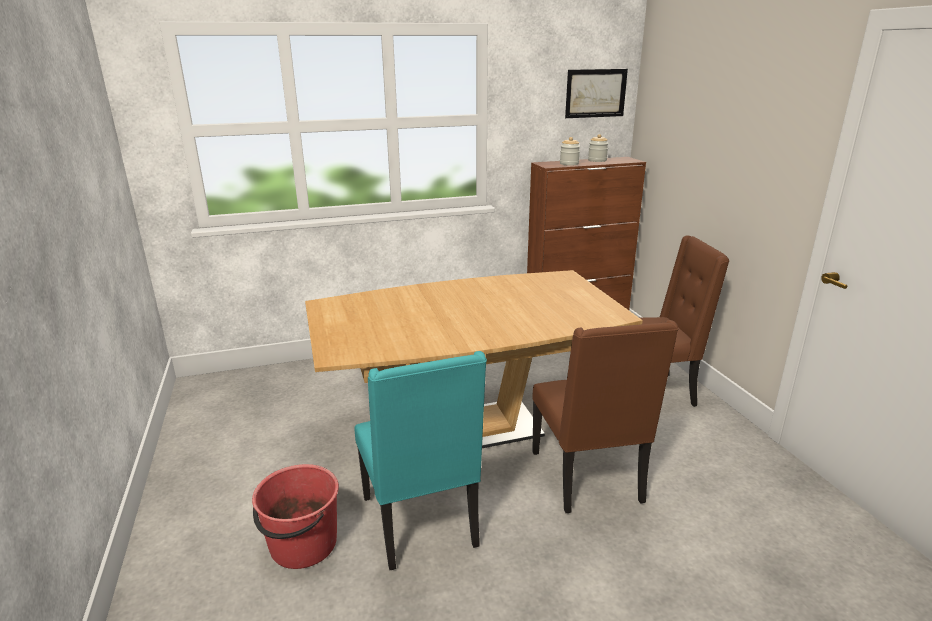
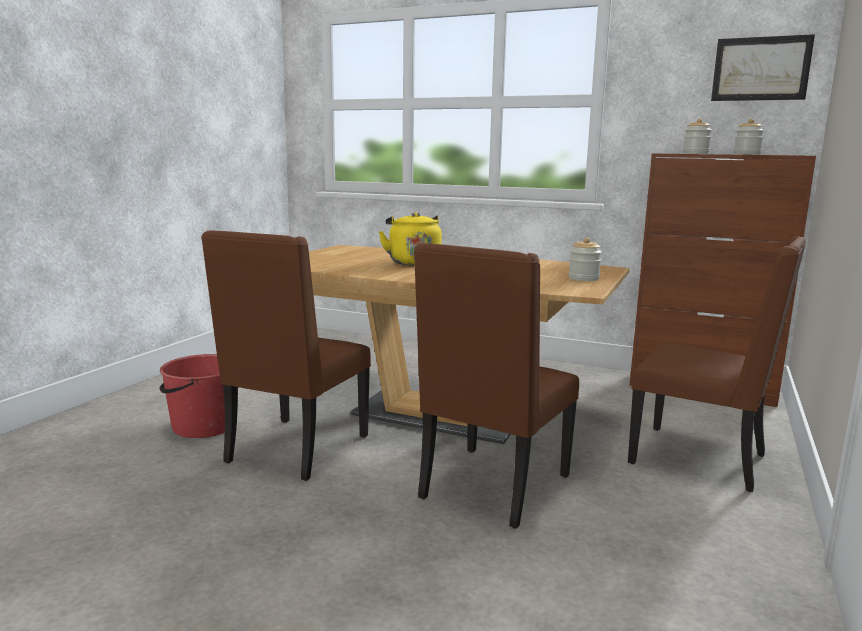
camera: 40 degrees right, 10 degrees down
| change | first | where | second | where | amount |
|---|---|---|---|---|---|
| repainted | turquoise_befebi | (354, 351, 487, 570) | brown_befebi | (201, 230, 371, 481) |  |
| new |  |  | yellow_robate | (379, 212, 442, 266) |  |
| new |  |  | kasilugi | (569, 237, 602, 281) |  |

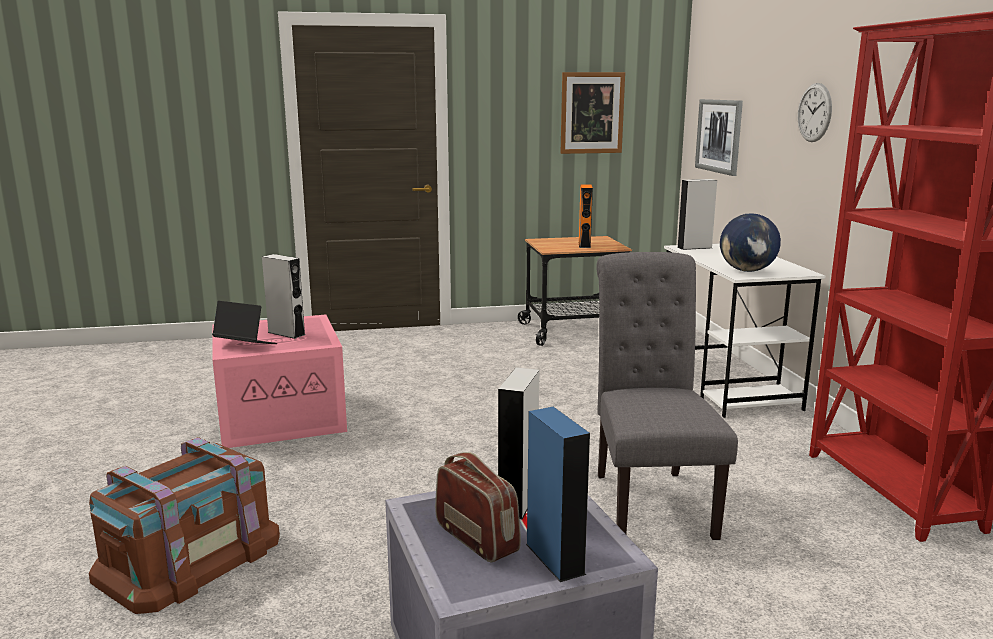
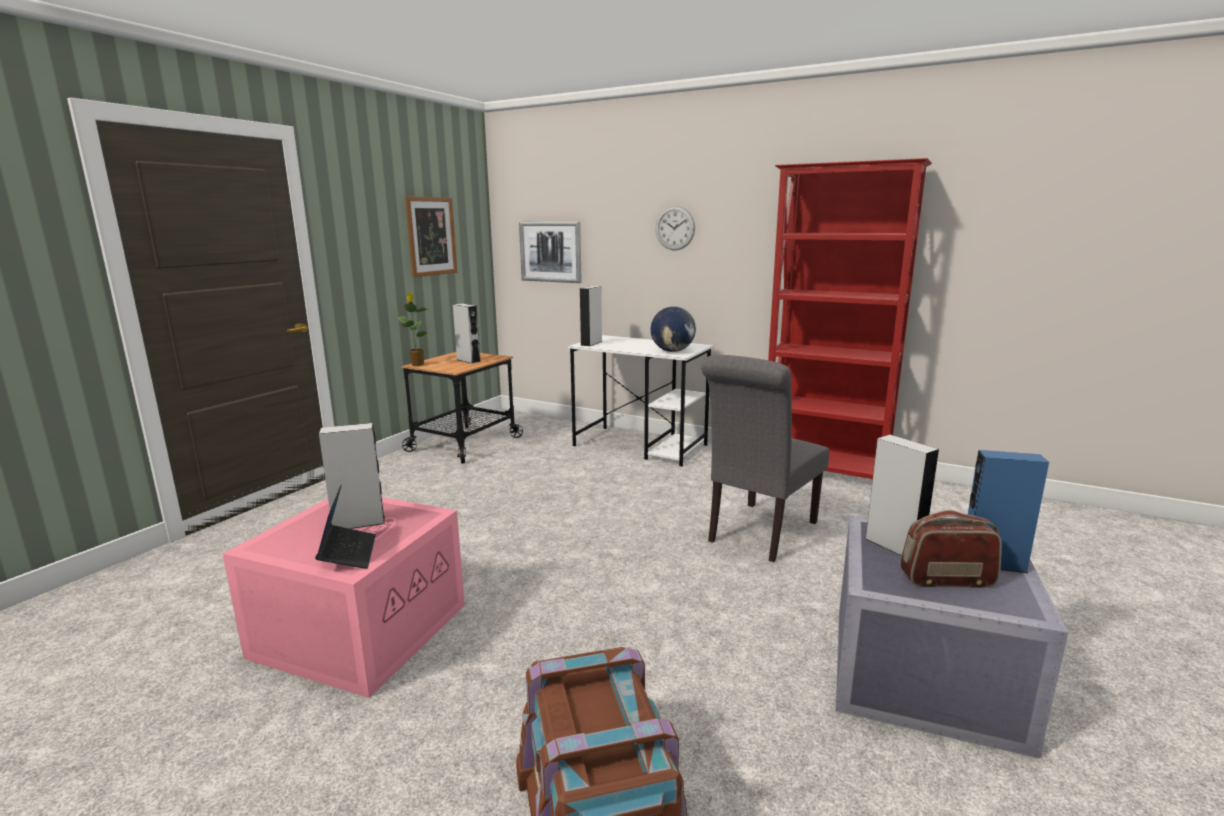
camera: 50 degrees left, 0 degrees up
| change | first | where | second | where | amount |
|---|---|---|---|---|---|
| repainted | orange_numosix | (578, 185, 593, 248) | grey_numosix | (453, 303, 480, 364) |  |
| rotated | grey_befebi | (597, 252, 738, 540) |  | (701, 355, 829, 562) | 90 degrees counterclockwise |
| rotated | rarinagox | (212, 301, 277, 344) |  | (315, 485, 376, 569) | 105 degrees clockwise |
| new |  |  | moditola | (398, 293, 429, 366) |  |

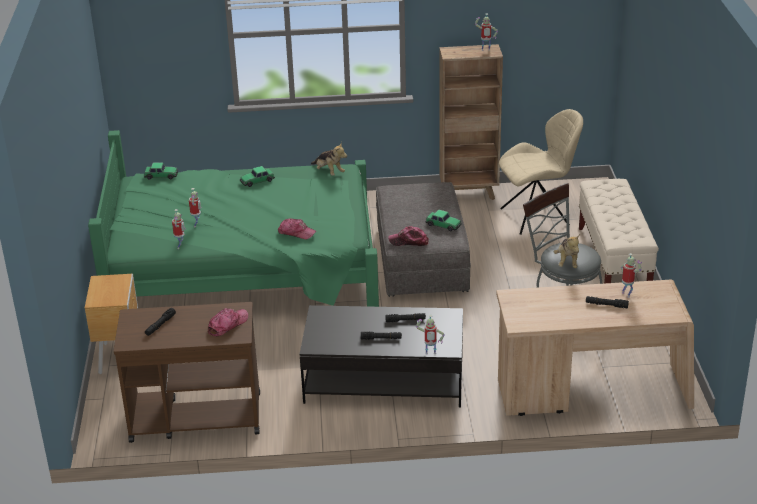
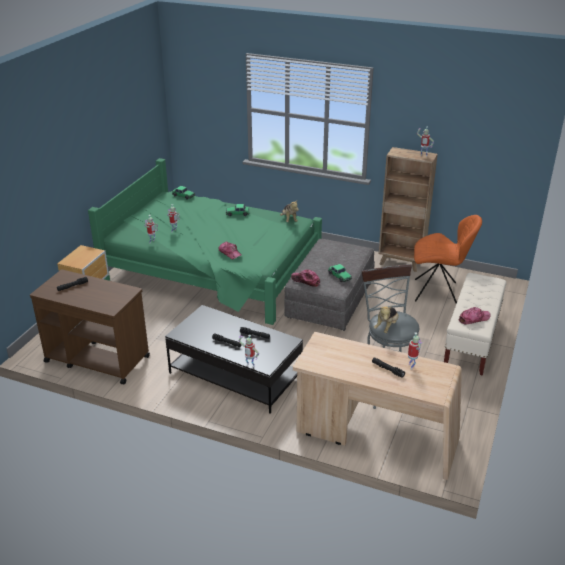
camera: 25 degrees right, 0 degrees up
| change | first | where | second | where | amount |
|---|---|---|---|---|---|
| repainted | beige_befebi | (499, 109, 583, 235) | orange_befebi | (414, 215, 482, 303) |  |
| shifted | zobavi | (208, 308, 248, 336) |  | (458, 307, 490, 325) |  |

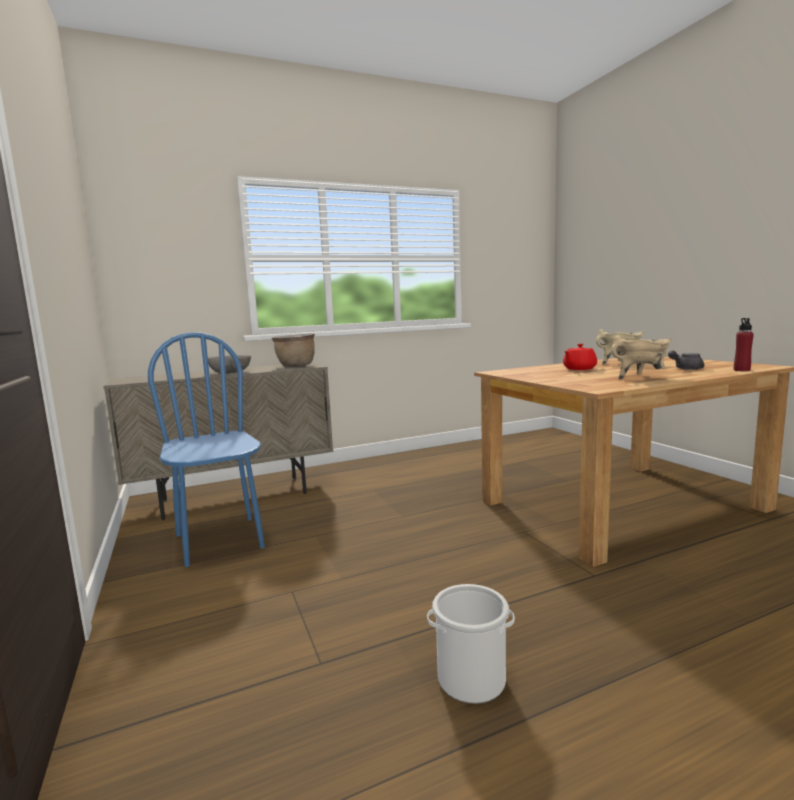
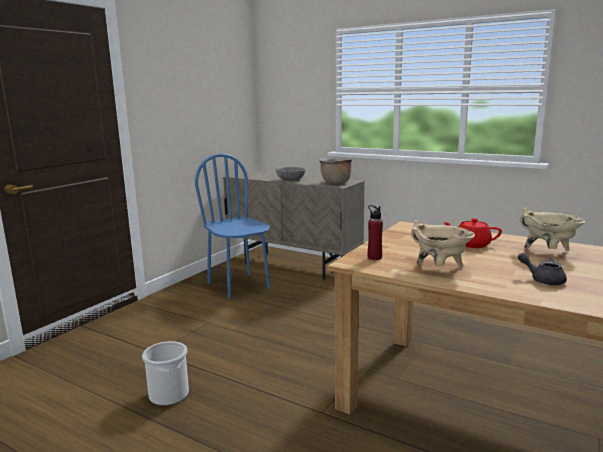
camera: 55 degrees right, 5 degrees up
| change | first | where | second | where | amount |
|---|---|---|---|---|---|
| shifted | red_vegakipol | (734, 318, 754, 371) |  | (368, 205, 383, 260) |  |
| rotated | blue_befebi | (148, 332, 265, 567) |  | (195, 153, 270, 299) | 60 degrees counterclockwise |

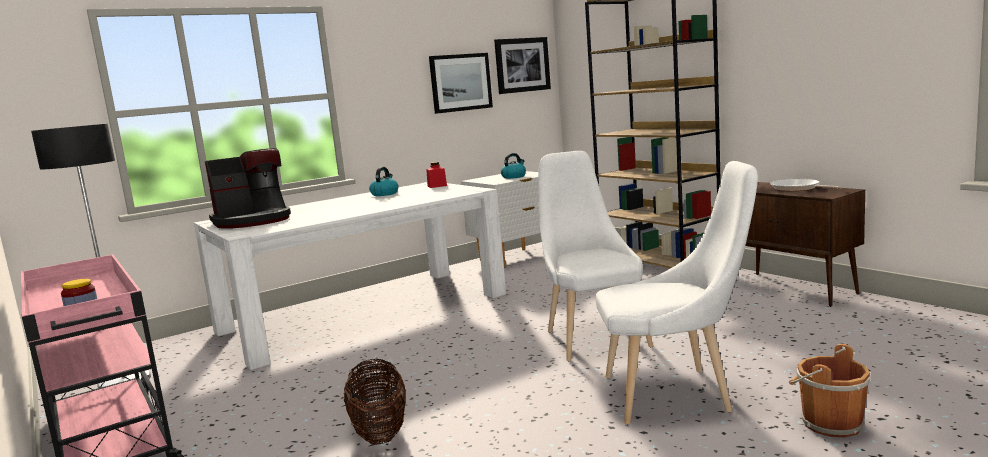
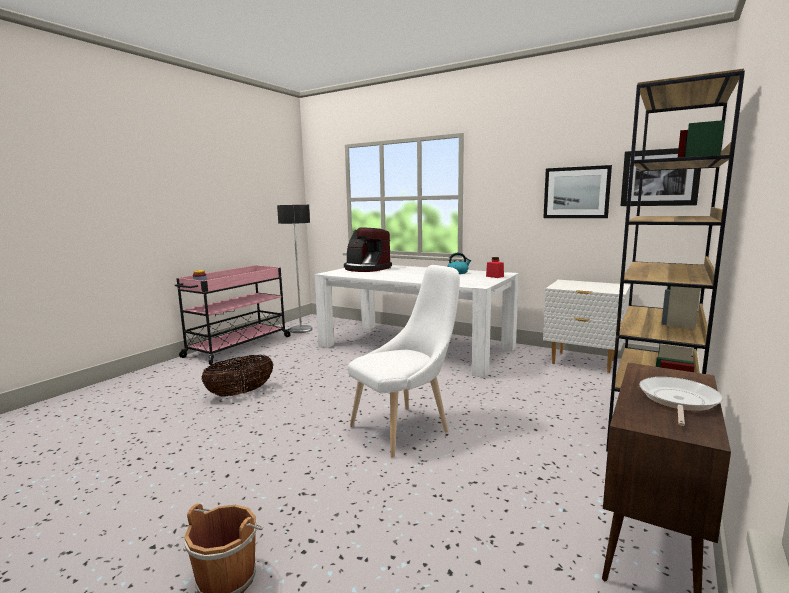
camera: 65 degrees right, 0 degrees up
| change | first | where | second | where | amount |
|---|---|---|---|---|---|
| gone | robate | (501, 153, 526, 179) |  |  |  |
| gone | white_befebi | (596, 161, 758, 424) |  |  |  |

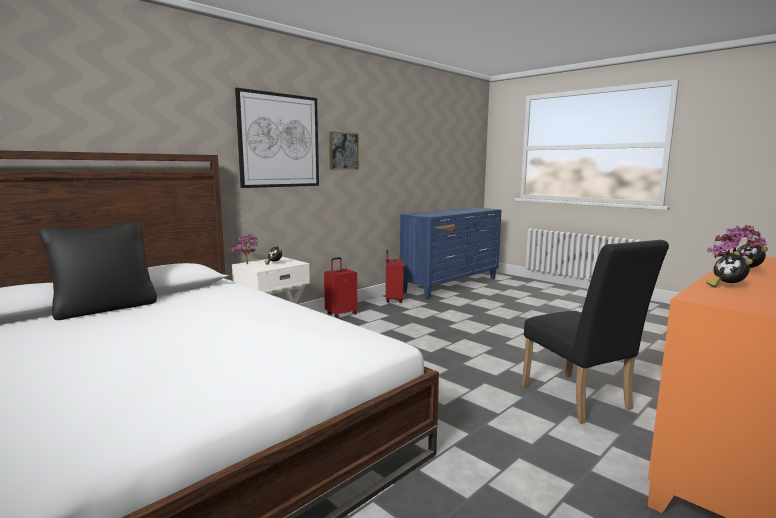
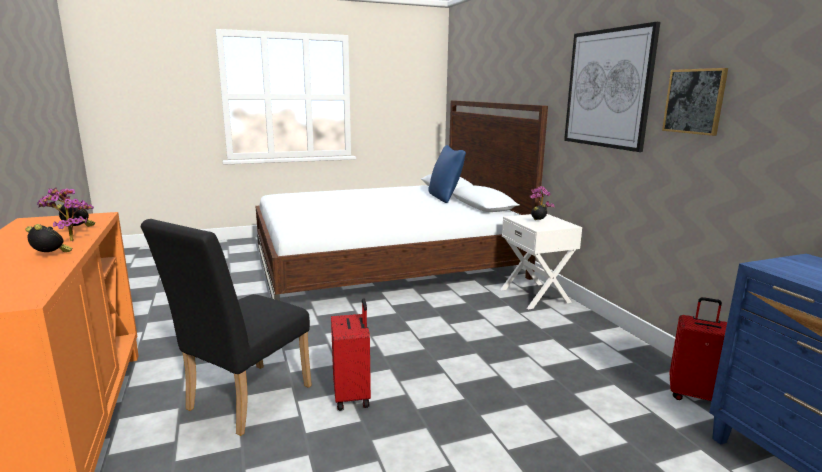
camera: 115 degrees right, 5 degrees up
| change | first | where | second | where | amount |
|---|---|---|---|---|---|
| repainted | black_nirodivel | (39, 222, 157, 320) | blue_nirodivel | (428, 145, 466, 203) |  |
| rotated | black_befebi | (522, 240, 669, 424) |  | (141, 219, 312, 436) | 60 degrees counterclockwise |
| shifted | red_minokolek | (324, 257, 357, 318) |  | (331, 298, 371, 411) |  |

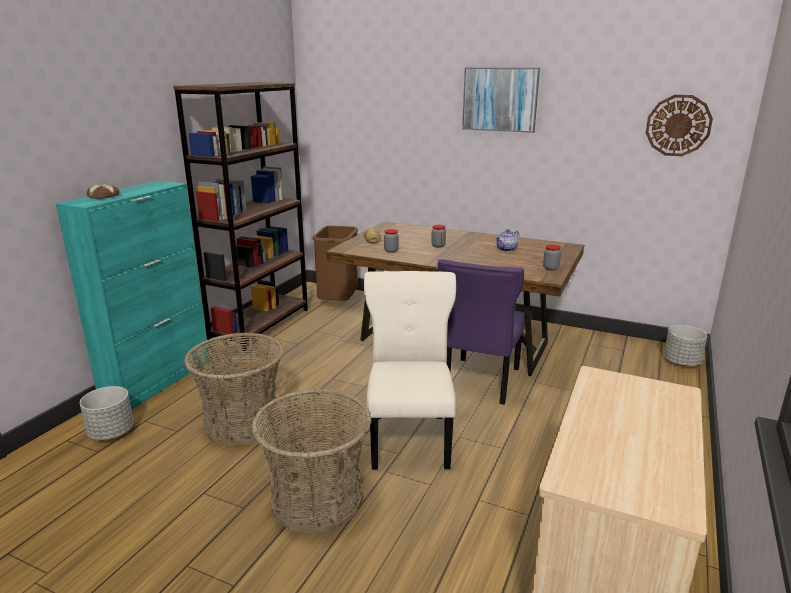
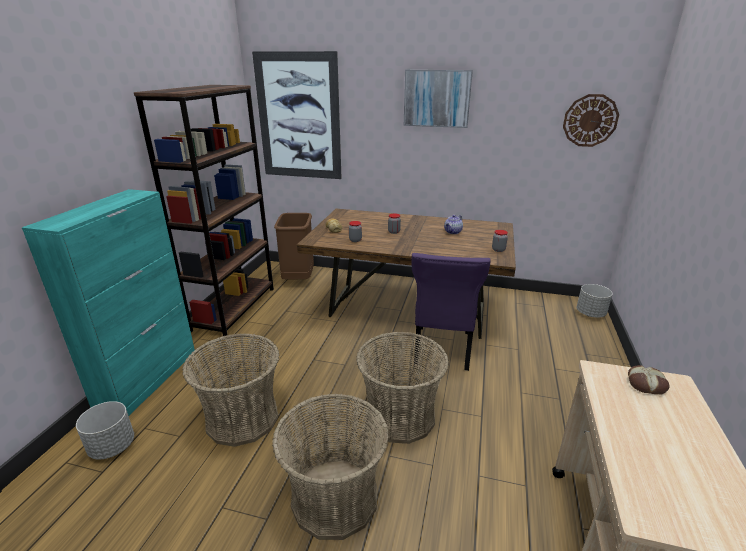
camera: 10 degrees left, 5 degrees up
| change | first | where | second | where | amount |
|---|---|---|---|---|---|
| shifted | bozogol | (87, 183, 119, 199) |  | (628, 365, 670, 394) |  |
| swapped | beige_befebi | (364, 271, 456, 470) | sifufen | (356, 332, 449, 444) |  |
| new |  |  | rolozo | (252, 51, 342, 179) |  |

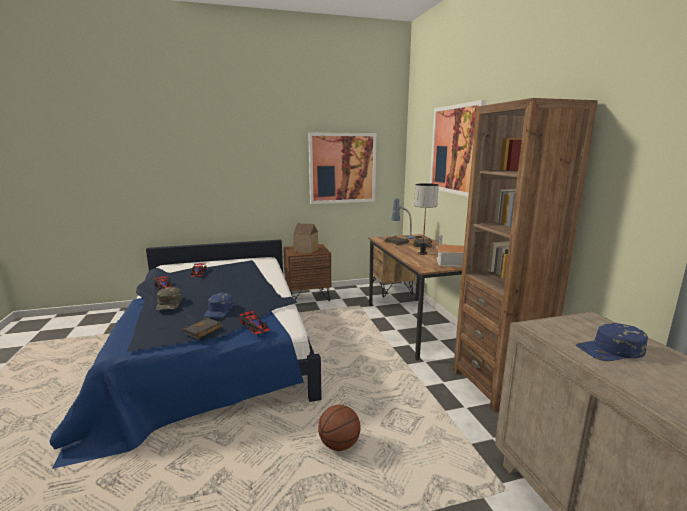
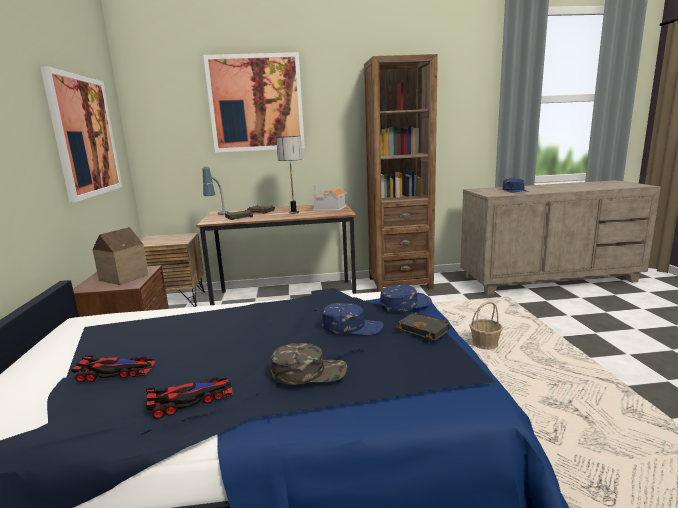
camera: 80 degrees left, 0 degrees up
| change | first | where | second | where | amount |
|---|---|---|---|---|---|
| swapped | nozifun | (239, 311, 270, 335) | blue_zobavi | (380, 285, 432, 312) |  |
| swapped | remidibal | (318, 405, 360, 451) | sifufen | (469, 301, 503, 350) |  |

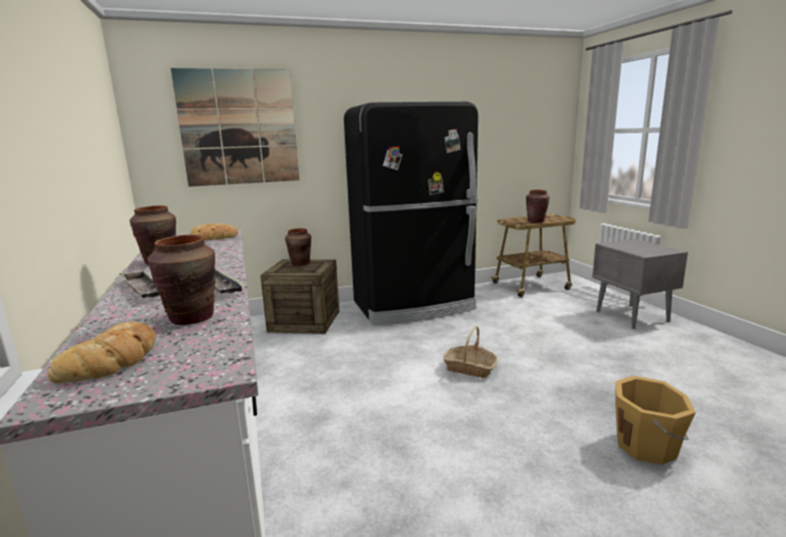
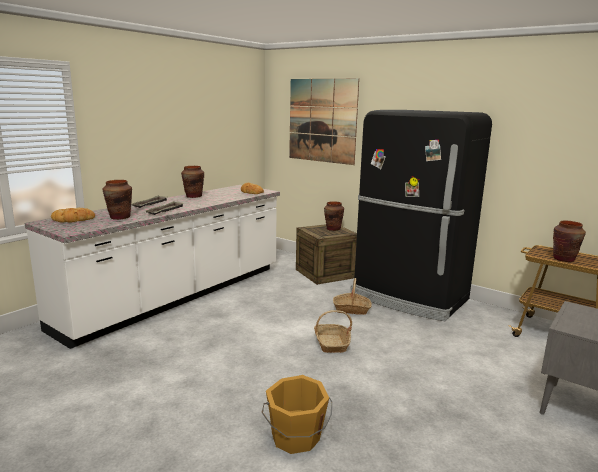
camera: 55 degrees right, 0 degrees up
| change | first | where | second | where | amount |
|---|---|---|---|---|---|
| new |  |  | sifufen | (333, 278, 372, 315) |  |

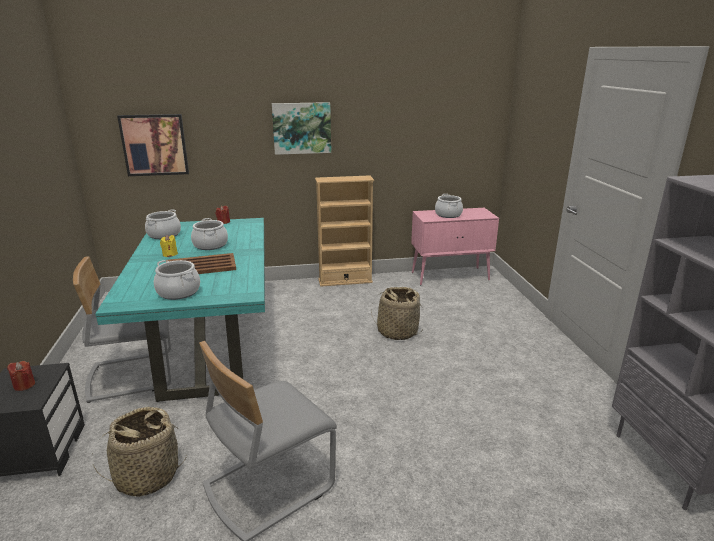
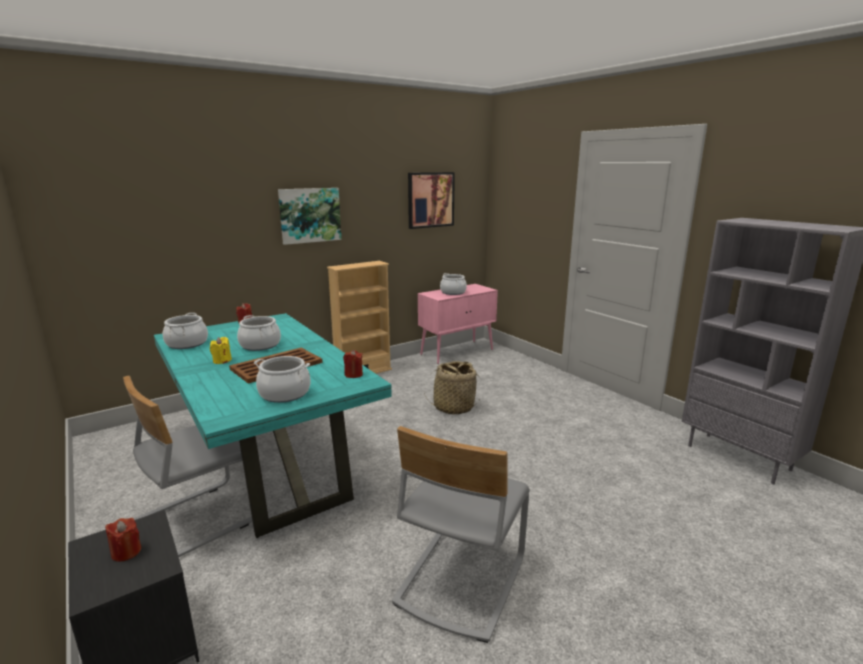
camera: 25 degrees left, 5 degrees down
| change | first | where | second | where | amount |
|---|---|---|---|---|---|
| shifted | rolozo | (117, 114, 189, 176) |  | (408, 172, 455, 229) |  |
| gone | sifufen | (93, 407, 187, 497) |  |  |  |
| new |  |  | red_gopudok | (343, 350, 363, 378) |  |

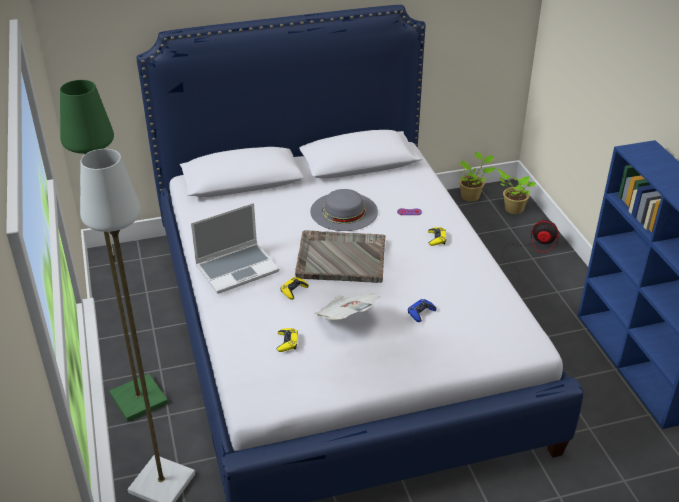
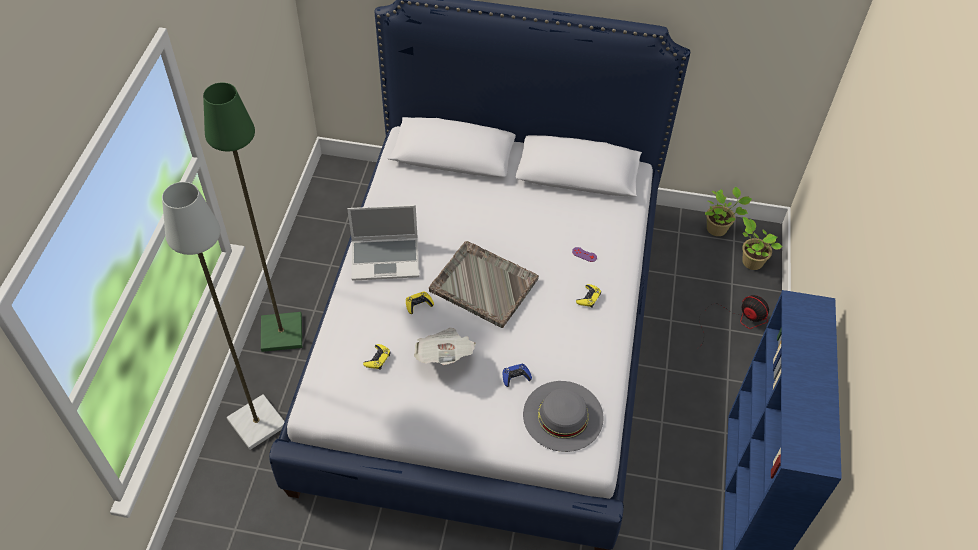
camera: 25 degrees right, 15 degrees up
| change | first | where | second | where | amount |
|---|---|---|---|---|---|
| shifted | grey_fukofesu | (310, 189, 378, 231) |  | (523, 381, 604, 452) |  |

